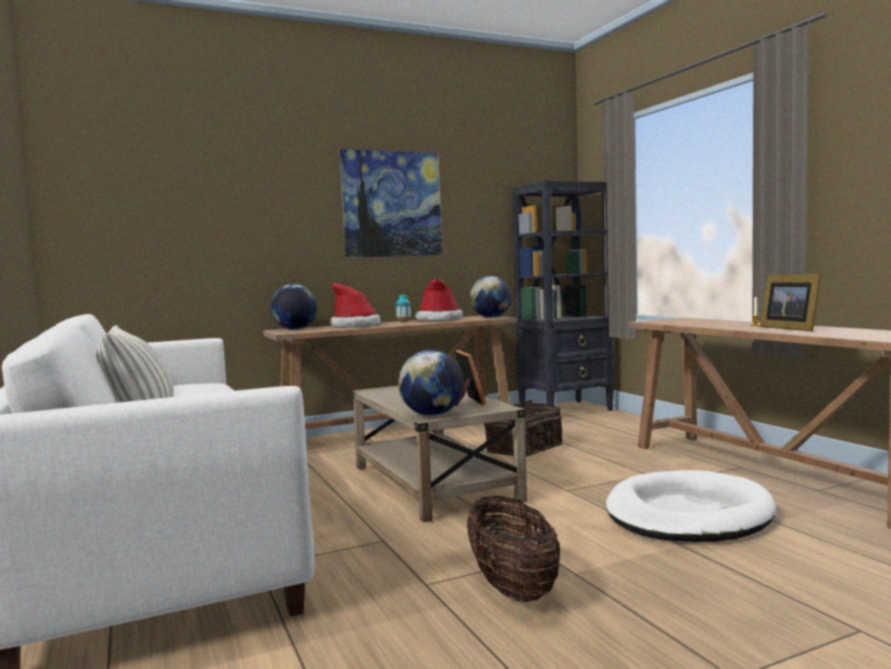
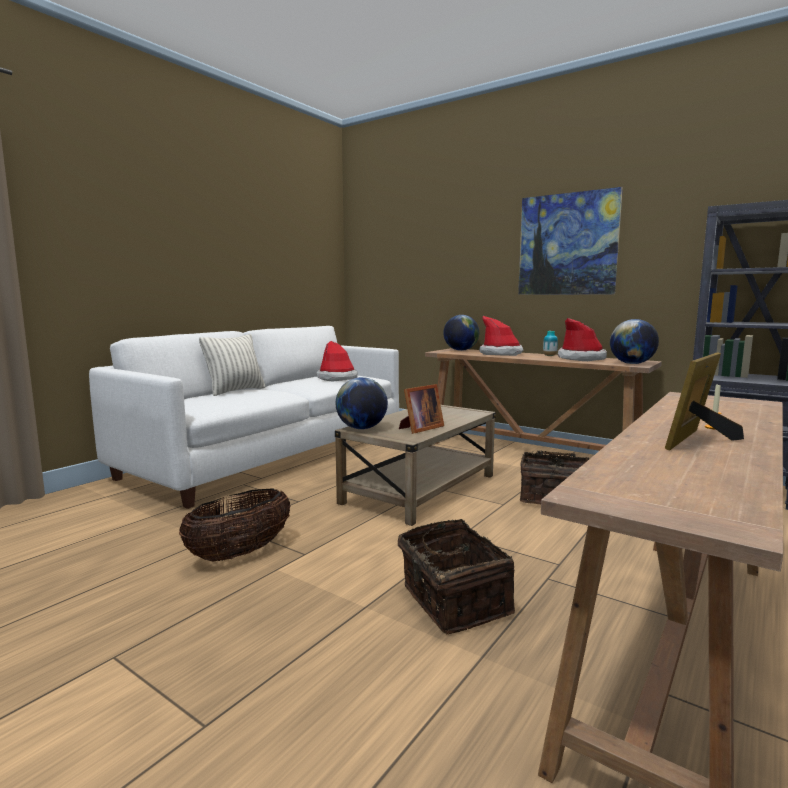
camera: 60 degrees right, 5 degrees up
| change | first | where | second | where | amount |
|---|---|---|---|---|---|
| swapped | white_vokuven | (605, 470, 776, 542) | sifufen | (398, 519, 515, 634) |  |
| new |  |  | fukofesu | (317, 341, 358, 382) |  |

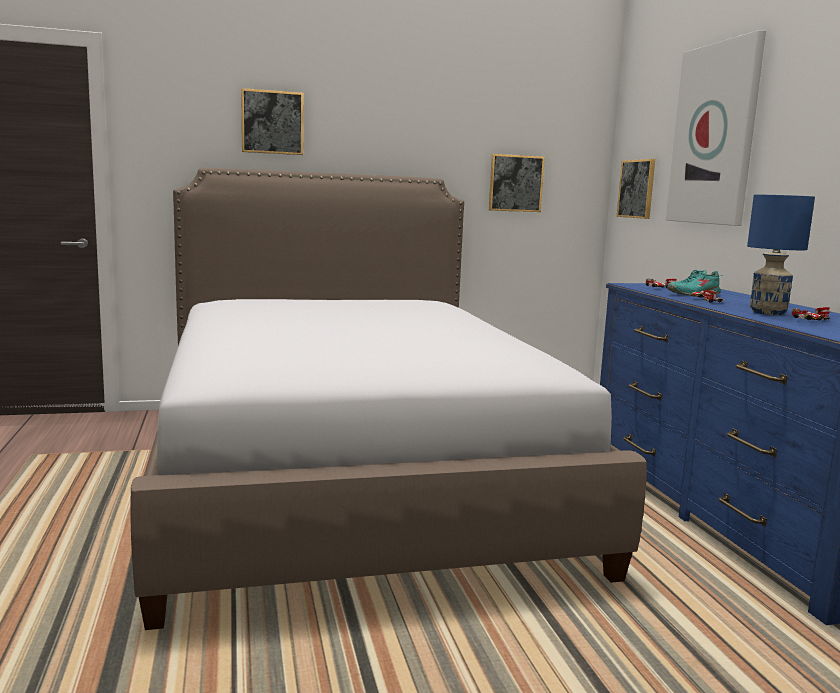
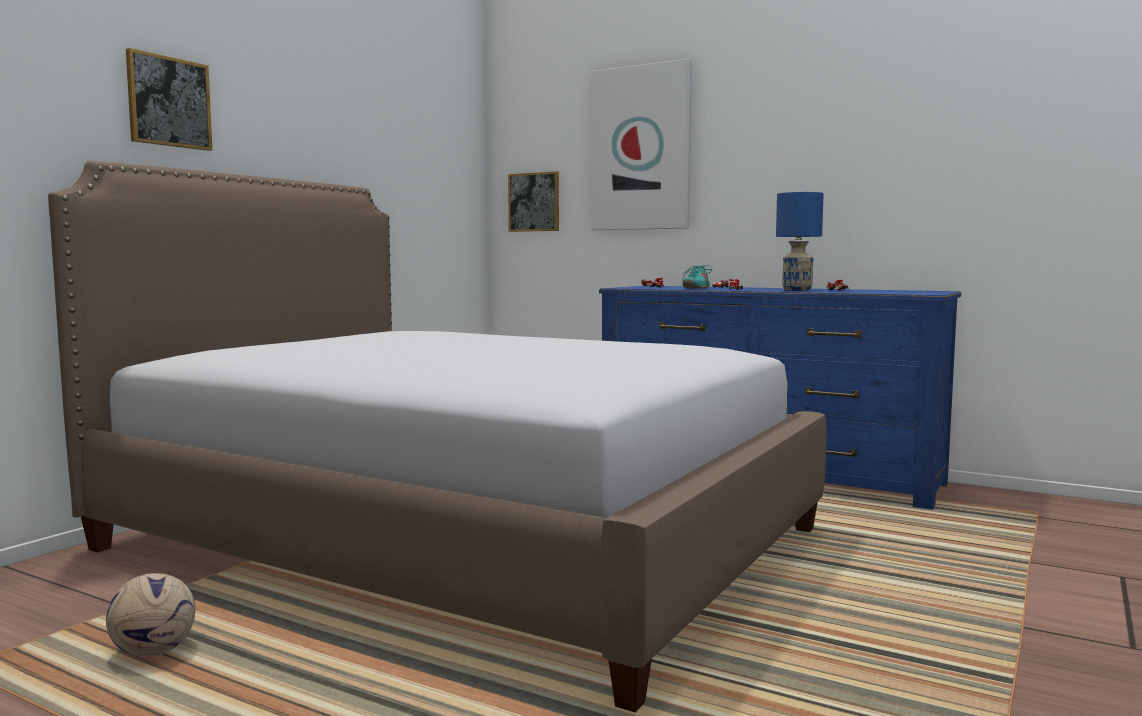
camera: 45 degrees left, 5 degrees down
| change | first | where | second | where | amount |
|---|---|---|---|---|---|
| gone | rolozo | (489, 154, 545, 212) |  |  |  |
| new |  |  | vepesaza | (106, 573, 195, 657) |  |

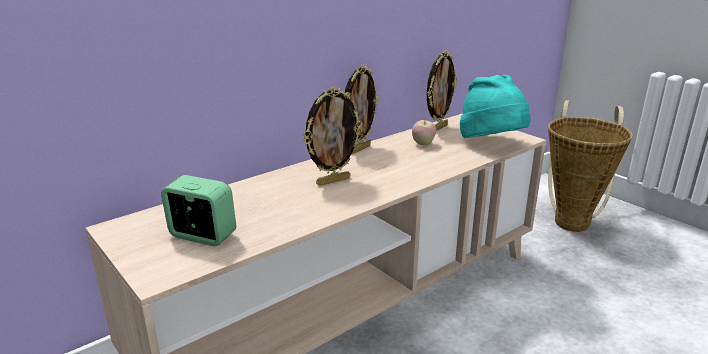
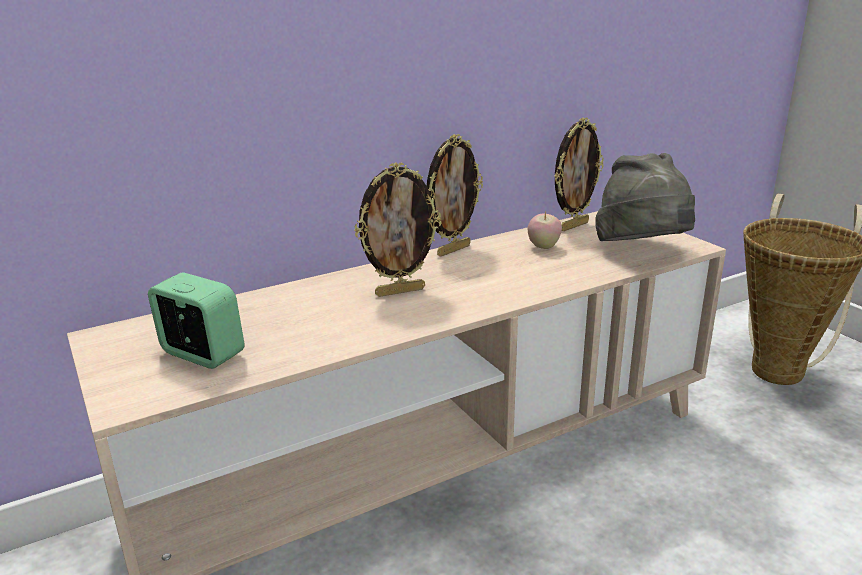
camera: 10 degrees right, 0 degrees up
| change | first | where | second | where | amount |
|---|---|---|---|---|---|
| repainted | turquoise_fukofesu | (460, 75, 531, 138) | grey_fukofesu | (595, 153, 695, 241) |  |

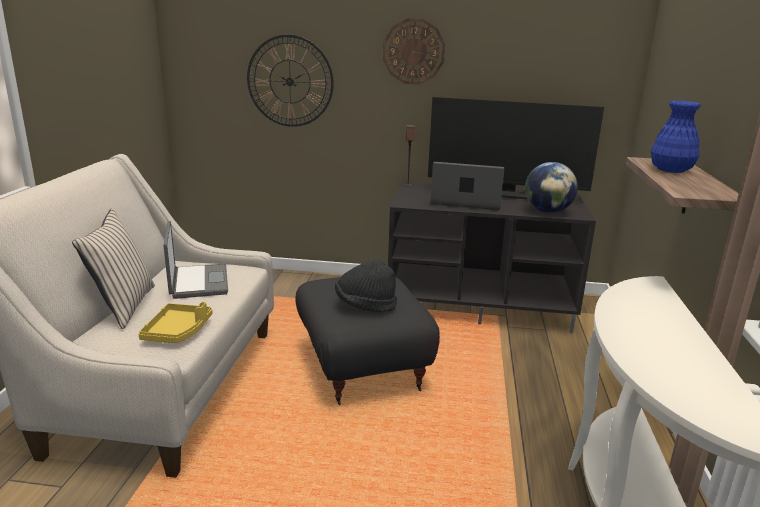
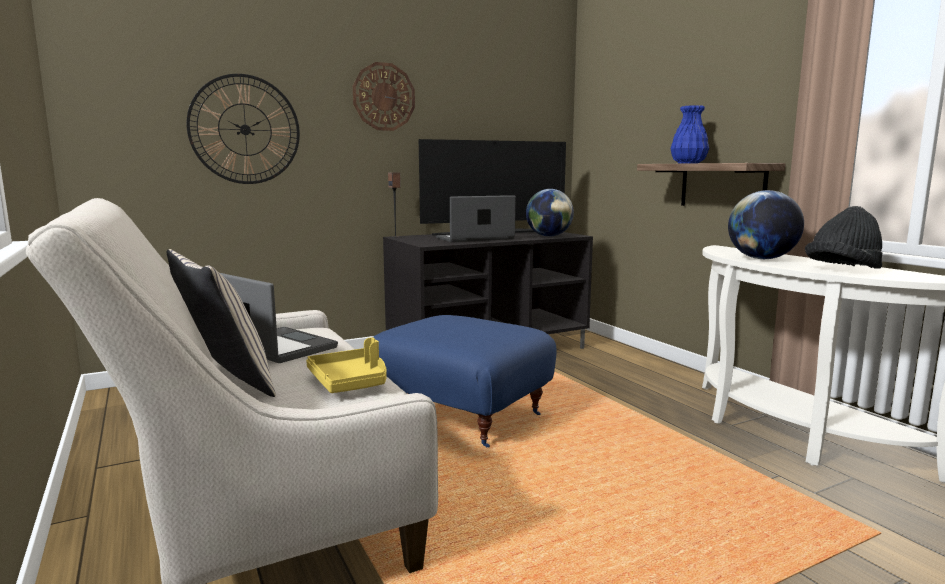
camera: 35 degrees left, 10 degrees down
| change | first | where | second | where | amount |
|---|---|---|---|---|---|
| shifted | black_fukofesu | (335, 259, 397, 312) |  | (805, 206, 882, 269) |  |
| repainted | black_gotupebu | (295, 277, 440, 405) | blue_gotupebu | (373, 315, 557, 448) |  |
| new |  |  | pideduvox | (728, 190, 804, 259) |  |

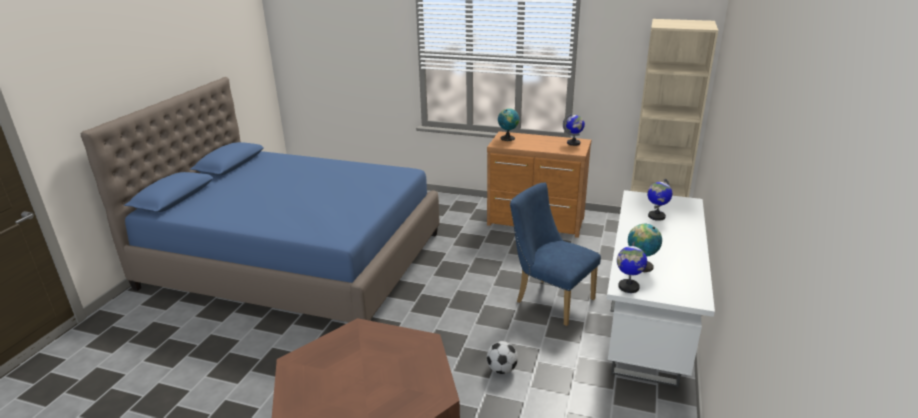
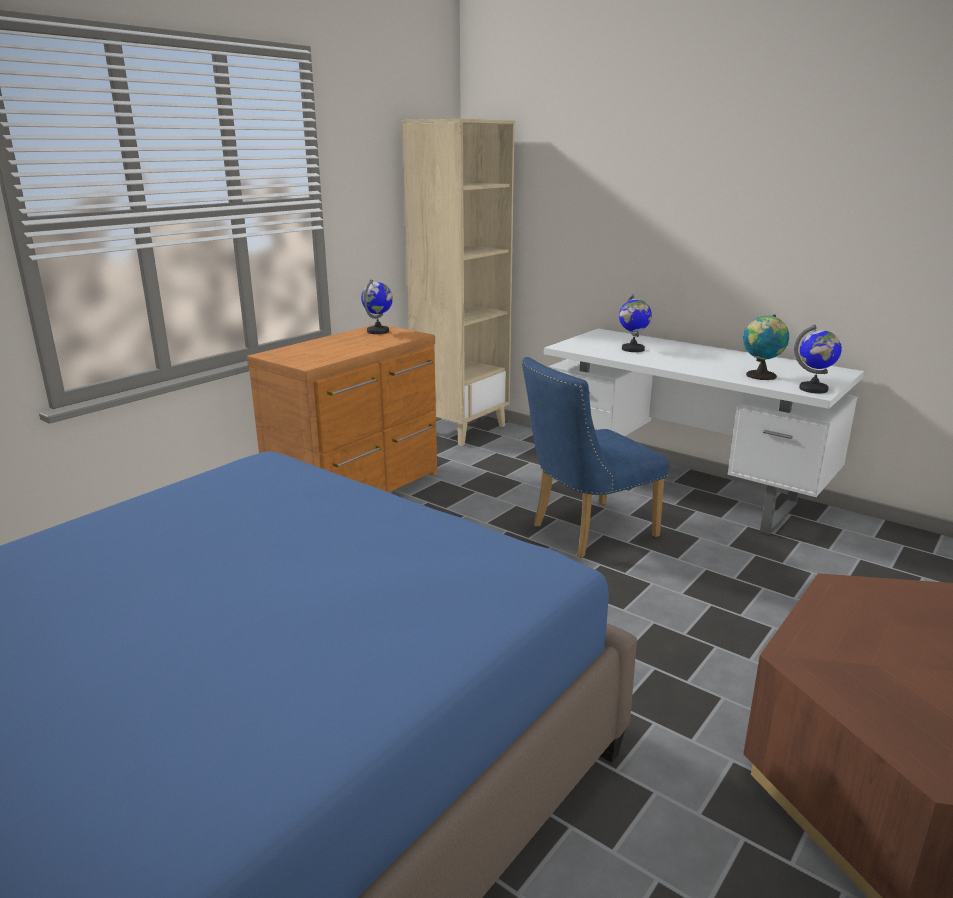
camera: 70 degrees left, 5 degrees down
| change | first | where | second | where | amount |
|---|---|---|---|---|---|
| gone | pideduvox | (498, 108, 519, 141) |  |  |  |
| gone | vepesaza | (487, 341, 518, 374) |  |  |  |

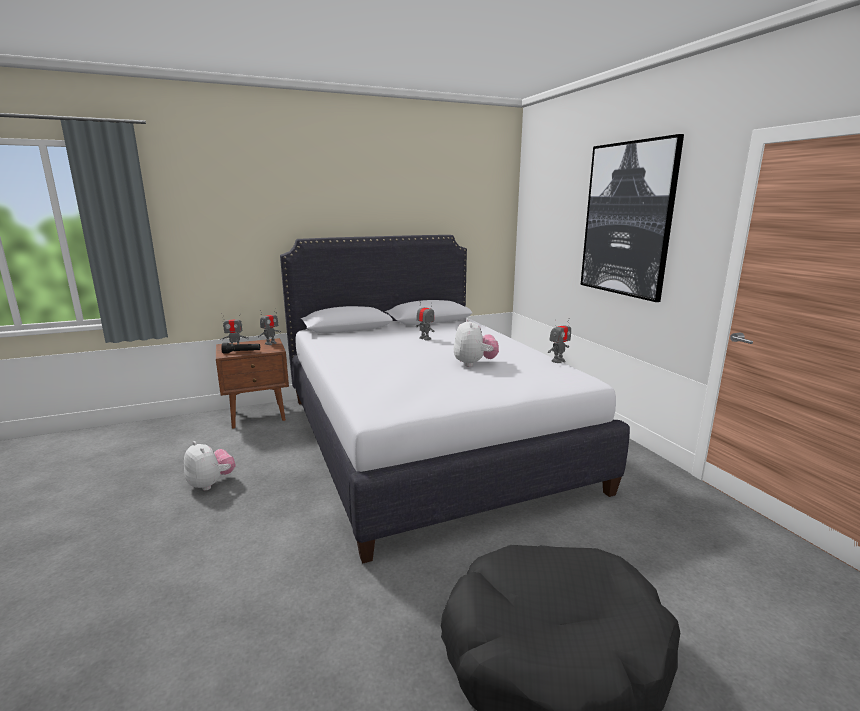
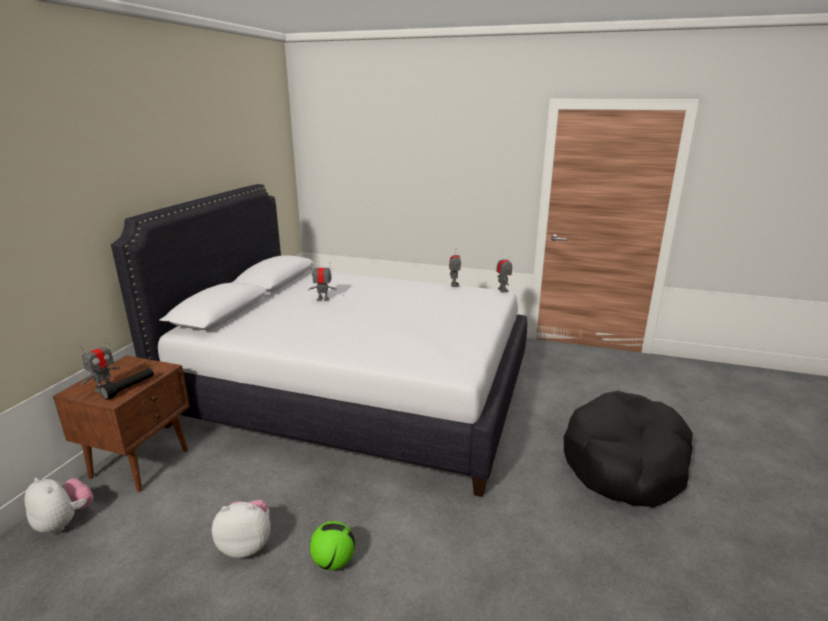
camera: 50 degrees left, 5 degrees up
| change | first | where | second | where | amount |
|---|---|---|---|---|---|
| gone | rolozo | (581, 134, 684, 302) |  |  |  |
| shifted | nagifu | (258, 308, 281, 345) |  | (496, 252, 512, 293) |  |
| shifted | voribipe | (453, 318, 499, 367) |  | (24, 477, 94, 533) |  |
| new |  |  | vepesaza | (310, 521, 355, 570) |  |

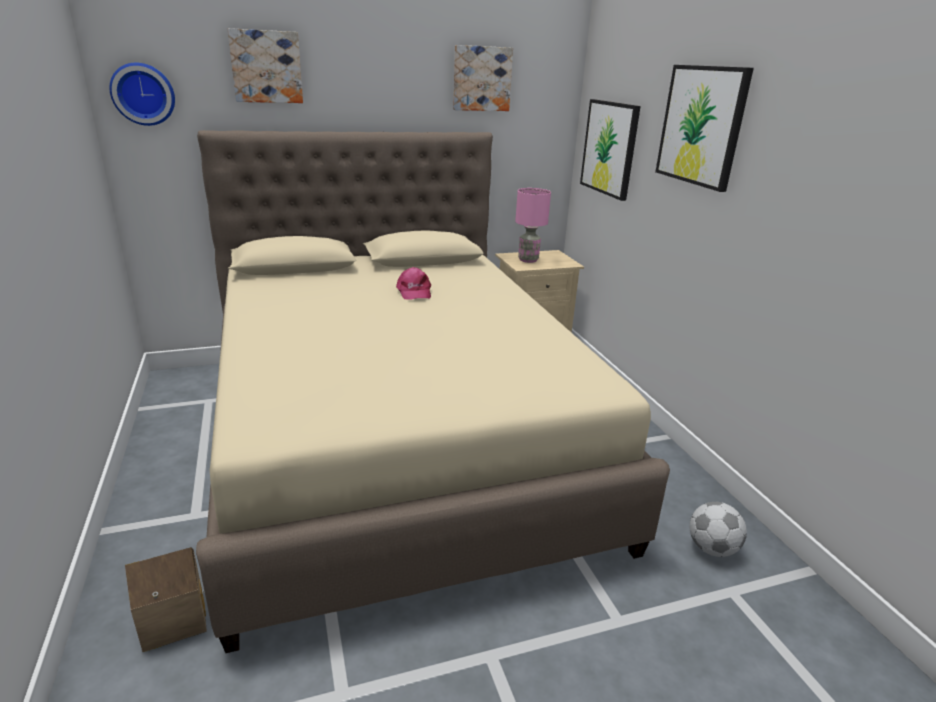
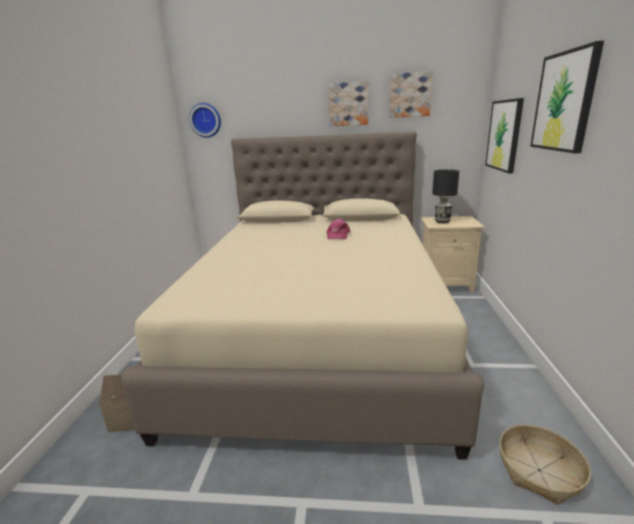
camera: 25 degrees right, 5 degrees down
| change | first | where | second | where | amount |
|---|---|---|---|---|---|
| shifted | rolozo | (228, 28, 303, 103) |  | (328, 81, 369, 126) |  |
| repainted | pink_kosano | (515, 188, 551, 263) | black_kosano | (432, 170, 459, 223) |  |
| swapped | vepesaza | (689, 502, 747, 557) | sifufen | (499, 424, 591, 505) |  |

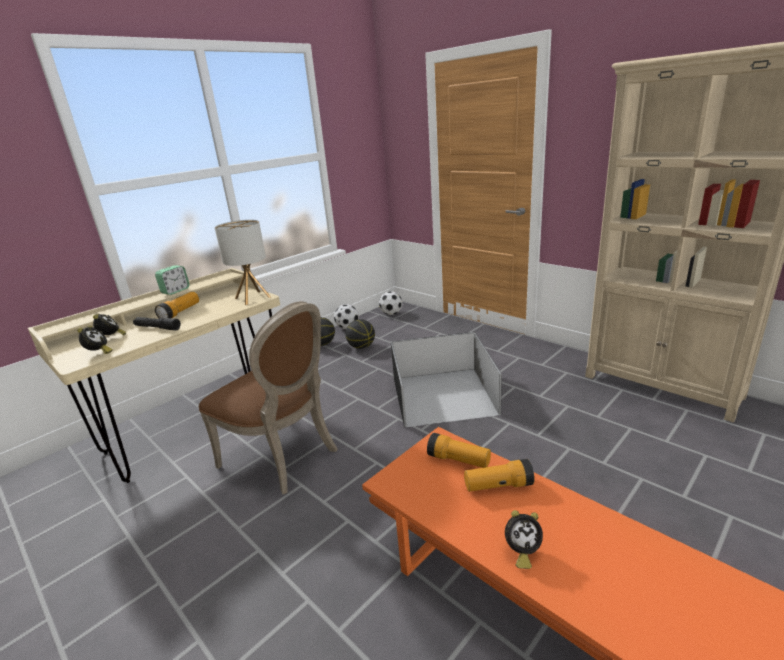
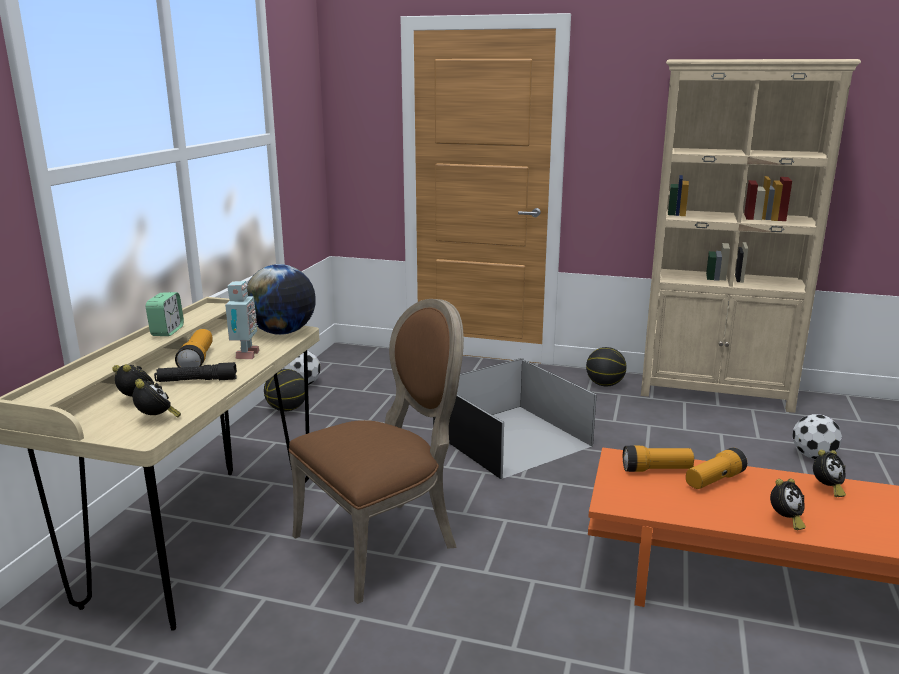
camera: 30 degrees left, 5 degrees down
| change | first | where | second | where | amount |
|---|---|---|---|---|---|
| swapped | kosano | (215, 220, 271, 305) | pideduvox | (247, 264, 316, 335) |  |
| shifted | vepesaza | (379, 291, 403, 315) |  | (792, 414, 842, 459) |  |
| rotated | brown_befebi | (199, 301, 338, 495) |  | (289, 299, 464, 604) | 45 degrees counterclockwise |
| shifted | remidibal | (345, 319, 375, 349) |  | (586, 347, 627, 386) |  |
| new |  |  | nagifu | (225, 281, 259, 359) |  |
| new |  |  | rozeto | (813, 450, 846, 497) |  |

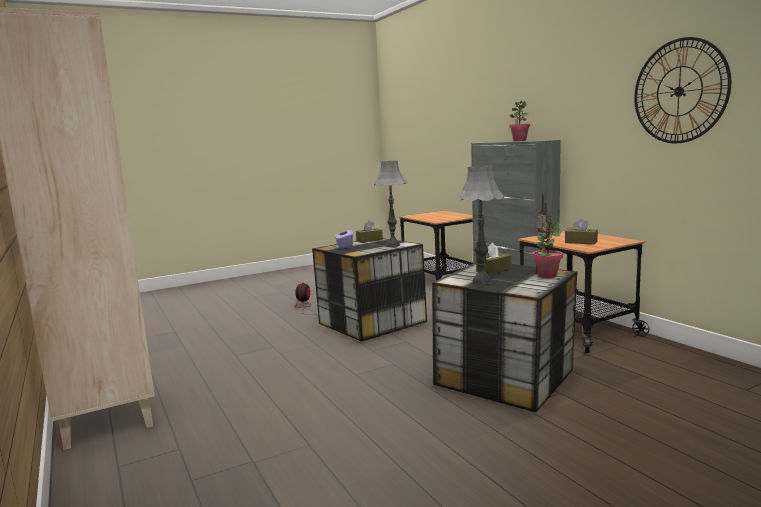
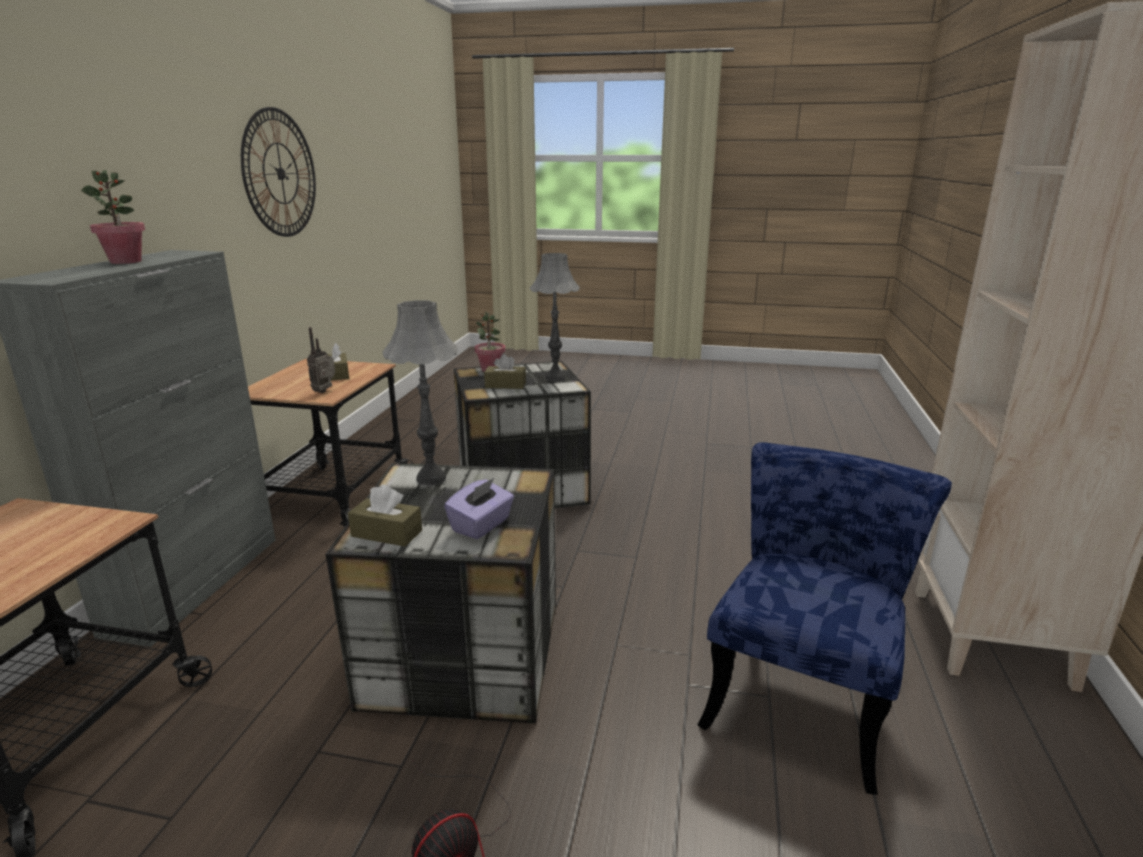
camera: 140 degrees left, 10 degrees up
| change | first | where | second | where | amount |
|---|---|---|---|---|---|
| new |  |  | blue_befebi | (698, 442, 952, 795) |  |

